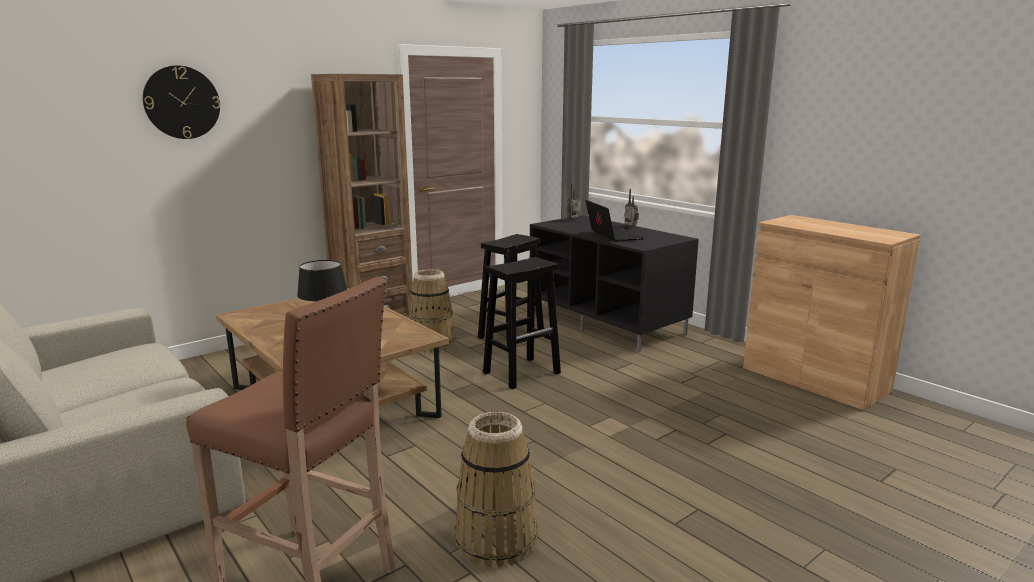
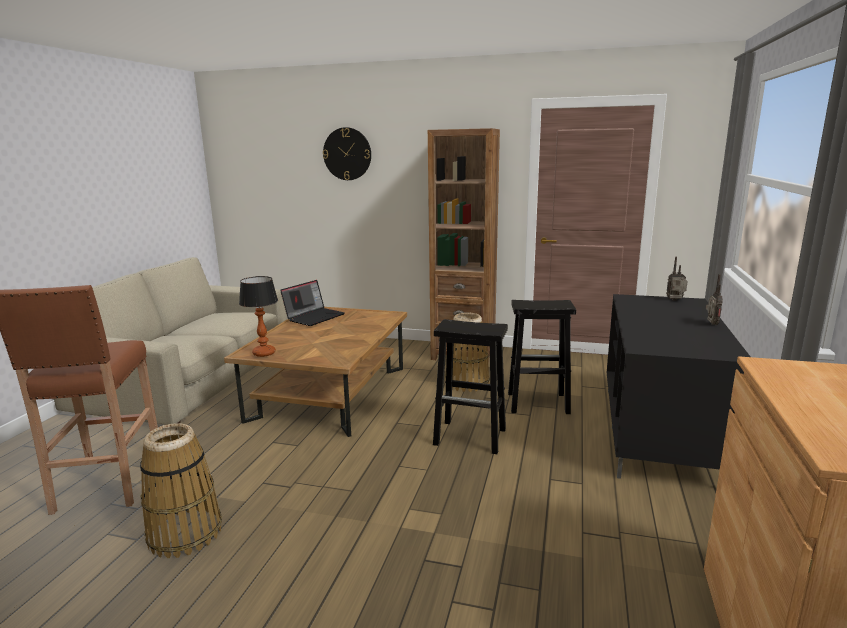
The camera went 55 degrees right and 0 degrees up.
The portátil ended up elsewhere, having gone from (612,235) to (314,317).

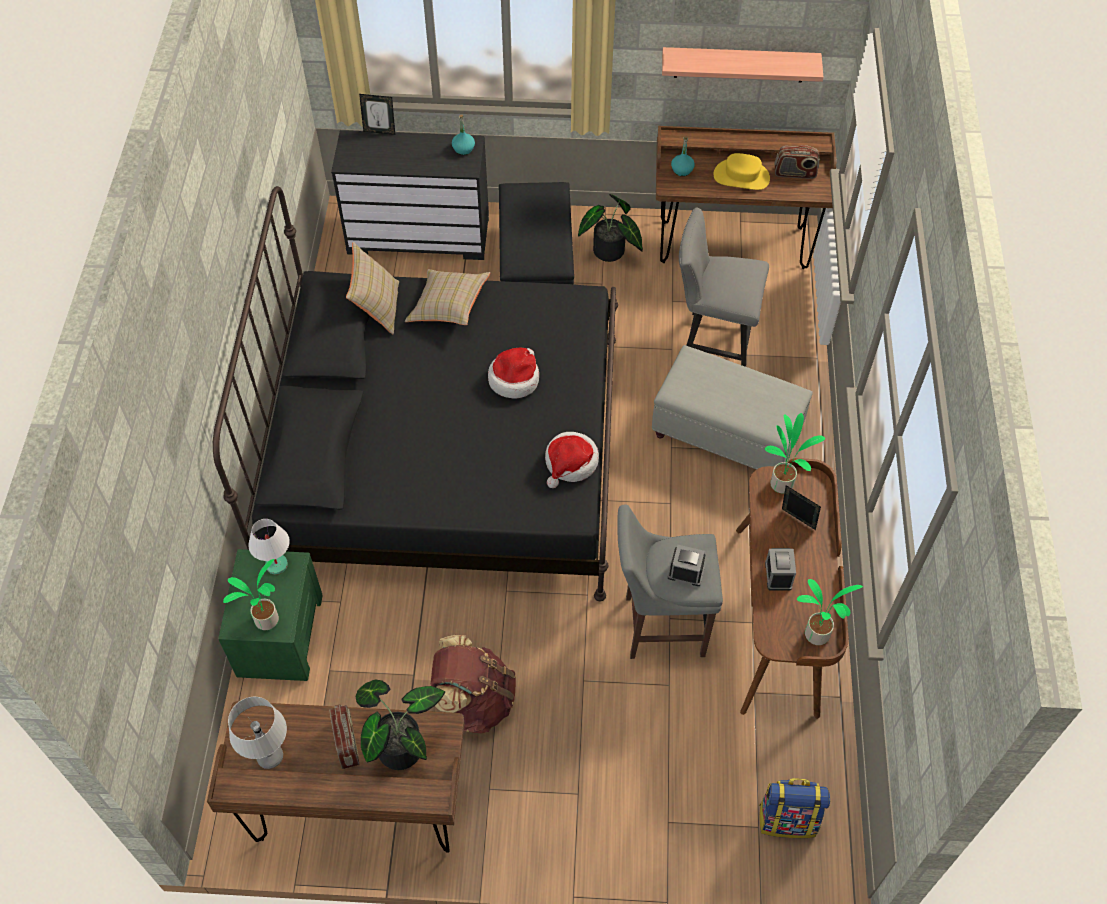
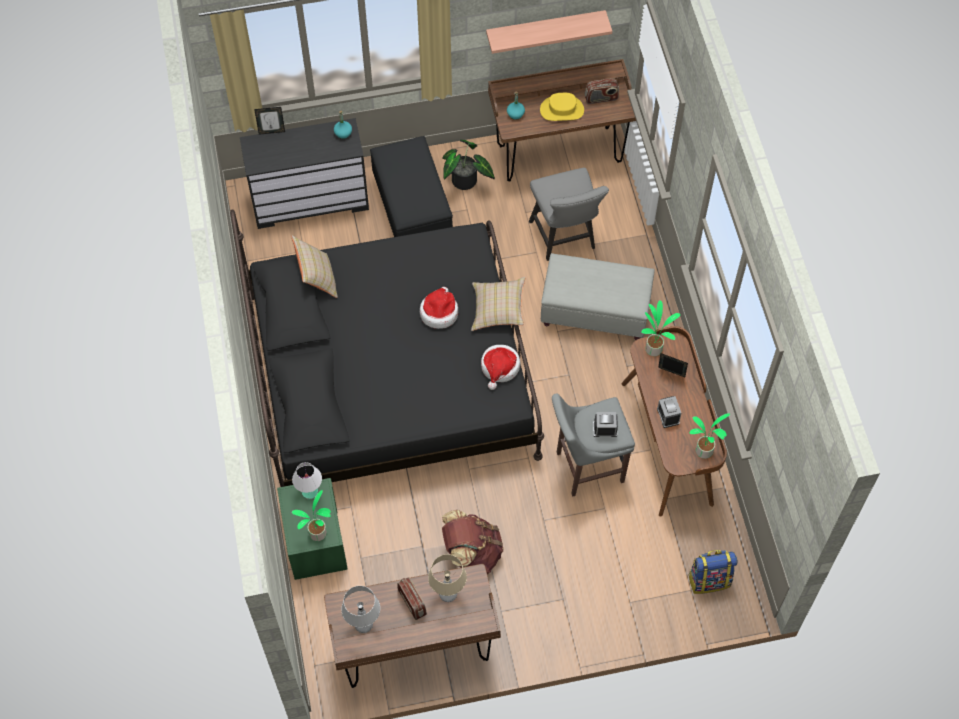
The camera went 15 degrees left and 5 degrees up.
Where the planta en maceta stood at (399,743), the lámpara de mesa [beis] came to stand at (448,594).
The cojín [beis] ended up elsewhere, having gone from (448,306) to (498,309).
The silla [gris] at (712,341) ended up facing another way, 105 degrees counterclockwise from before.

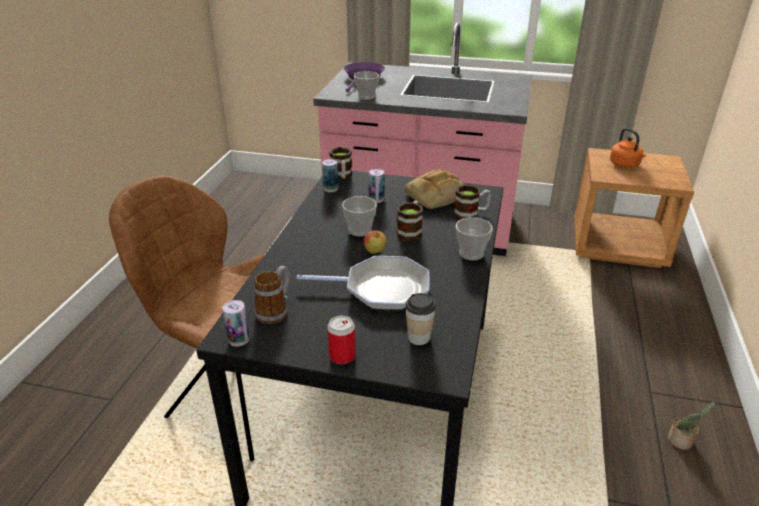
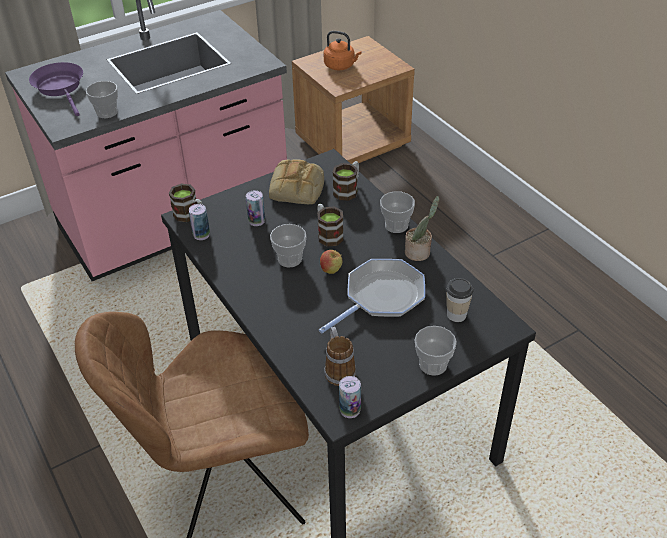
The camera went 45 degrees left and 10 degrees up.
Where the lata stood at (342,356), the taza came to stand at (433,364).
The planta en maceta ended up elsewhere, having gone from (682,441) to (419,252).

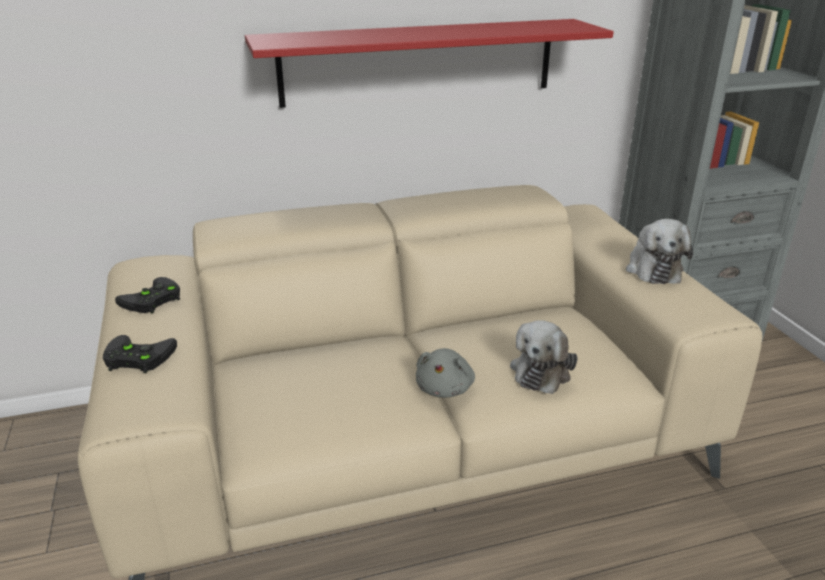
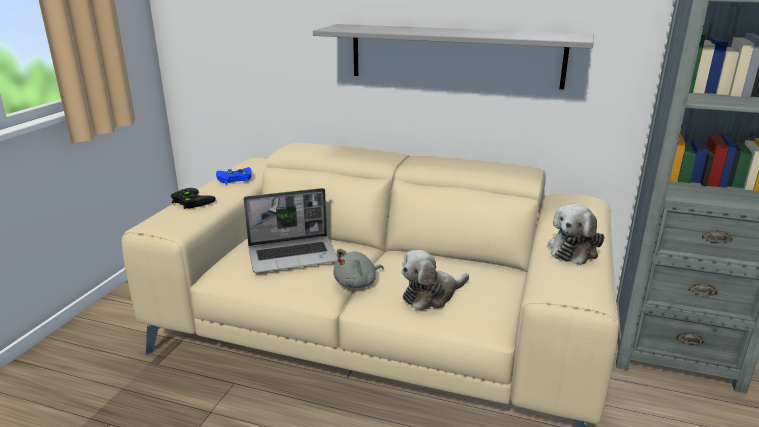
The camera went 35 degrees right and 5 degrees down.
What was the mando de consola [negro] at (151,301) turned into the mando de consola [azul] at (233,178).
What was the estante [rojo] at (419,62) turned into the estante [gris] at (455,55).
The second view gained the portátil at (293,255).

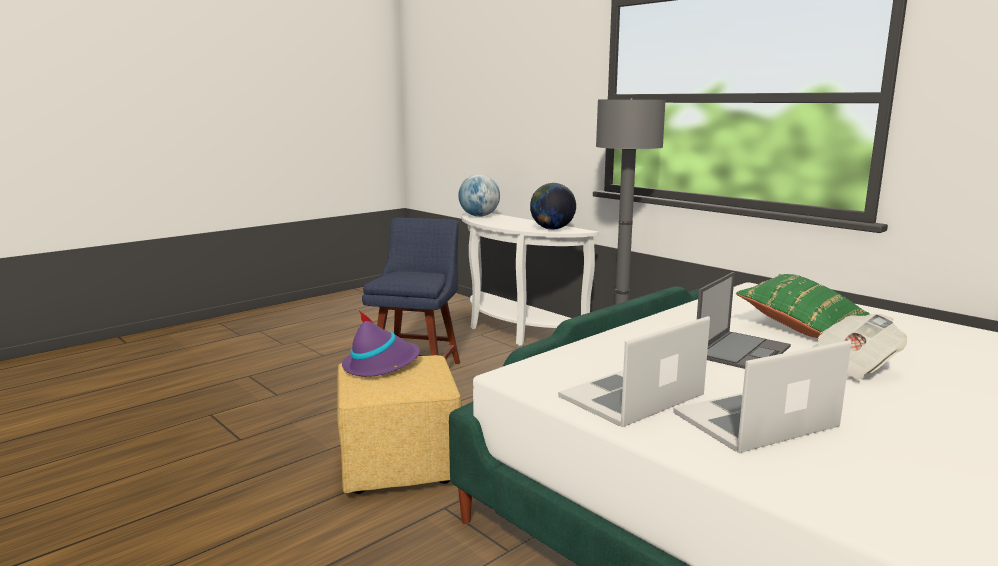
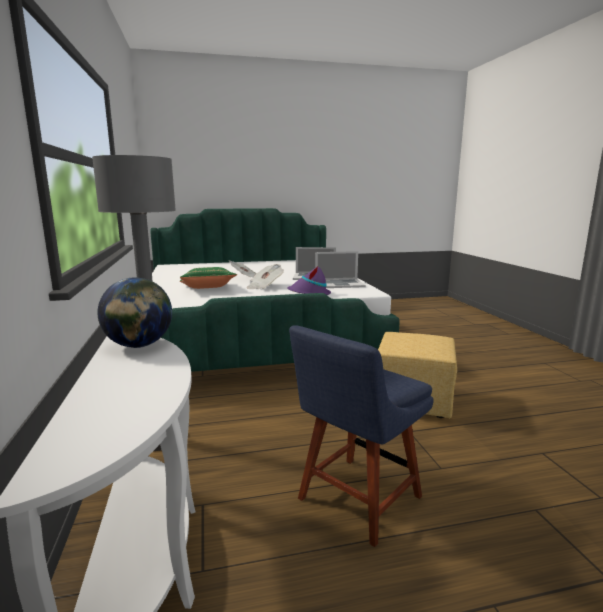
The camera went 150 degrees left and 0 degrees up.
The sombrero [morado] ended up elsewhere, having gone from (381,365) to (309,294).
The second view lost the globo terráqueo at (479,216).
Where the portátil stood at (742,351), the periódico came to stand at (264,287).

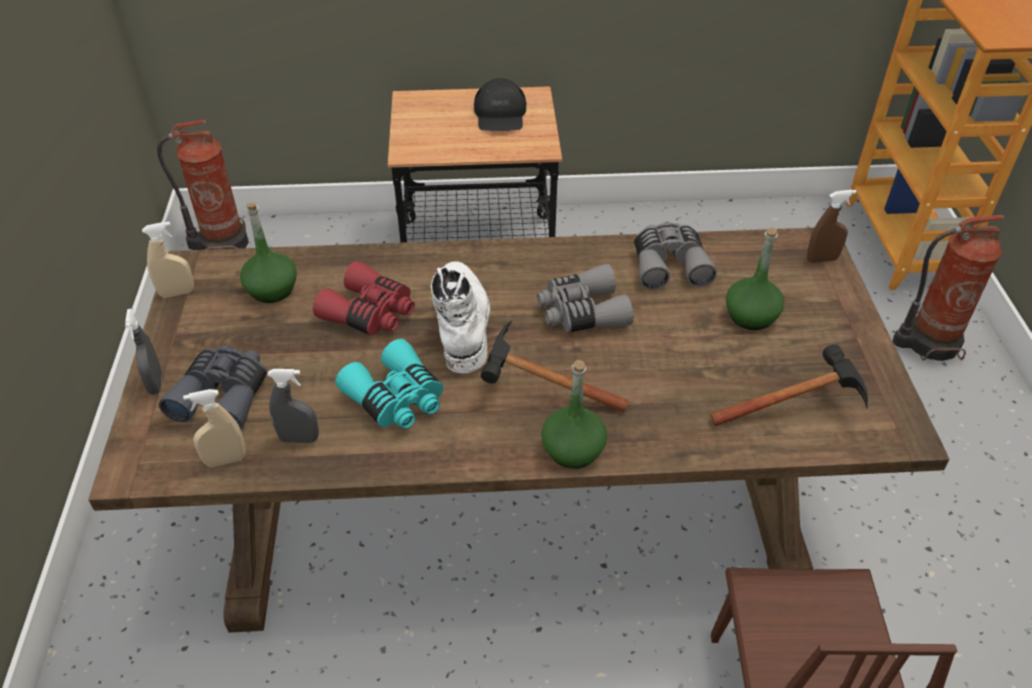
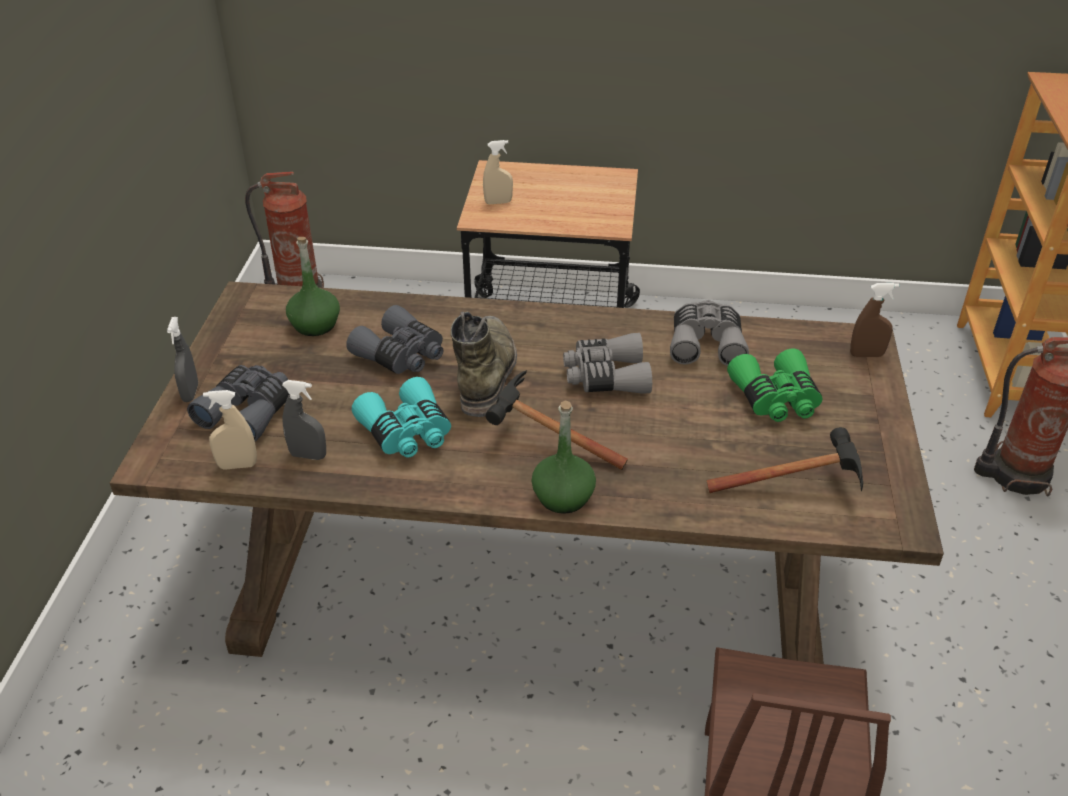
The camera went 10 degrees right and 5 degrees down.
The pulverizador [beis] ended up elsewhere, having gone from (177,293) to (498,202).
What was the prismáticos [rojo] at (370,313) turned into the prismáticos [gris] at (401,355).
What was the bota [blanco] at (461,322) turned into the bota [verde] at (486,373).
The second view lost the gorra [negro] at (500,115).
Where the botella [verde] stood at (751,316), the prismáticos [verde] came to stand at (776,399).

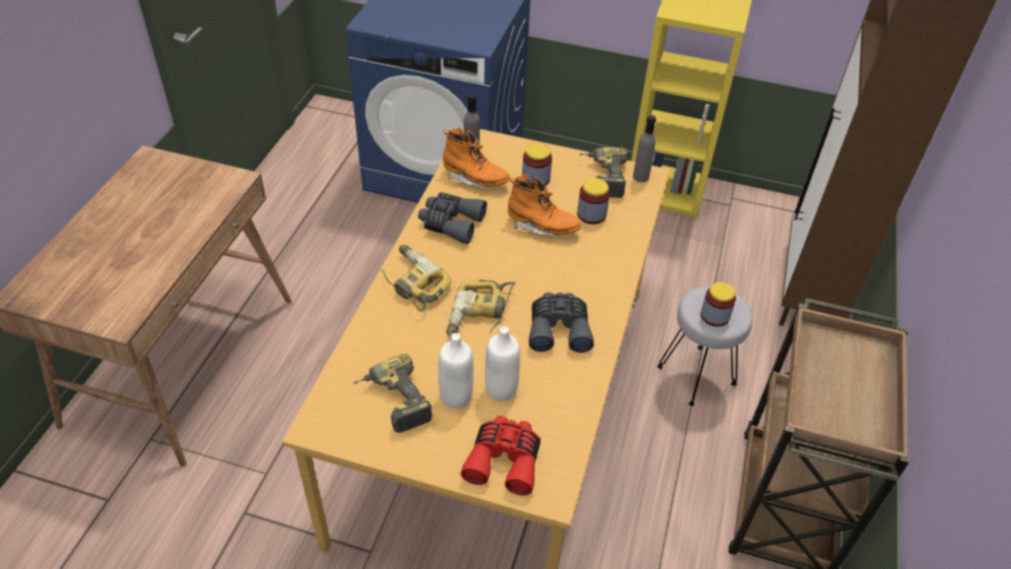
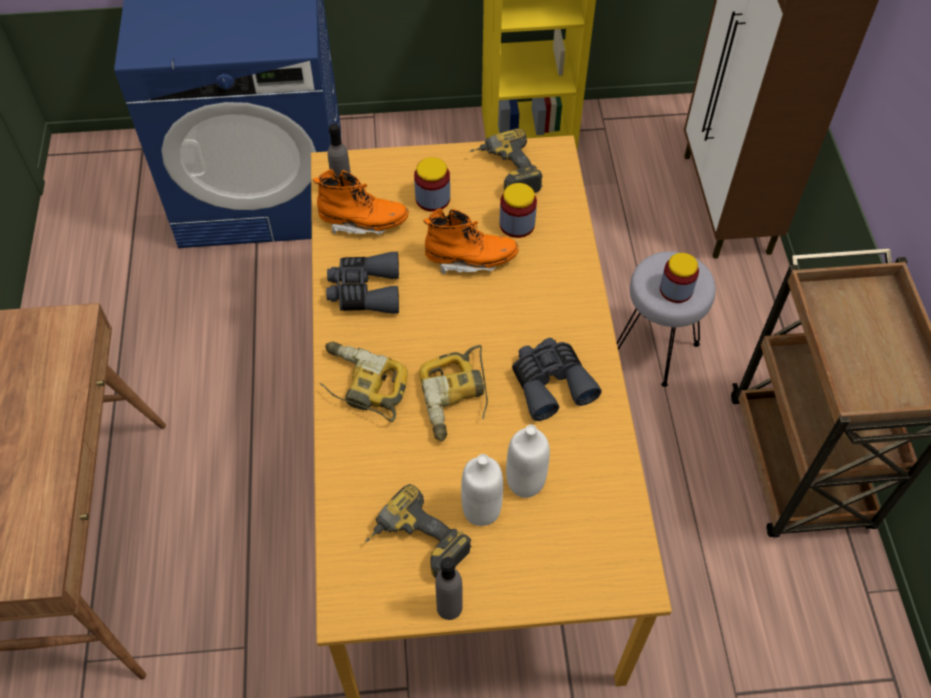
The camera went 20 degrees left and 10 degrees up.
The second view lost the prismáticos [rojo] at (504,460).
The botella [gris] ended up elsewhere, having gone from (640,177) to (449,607).

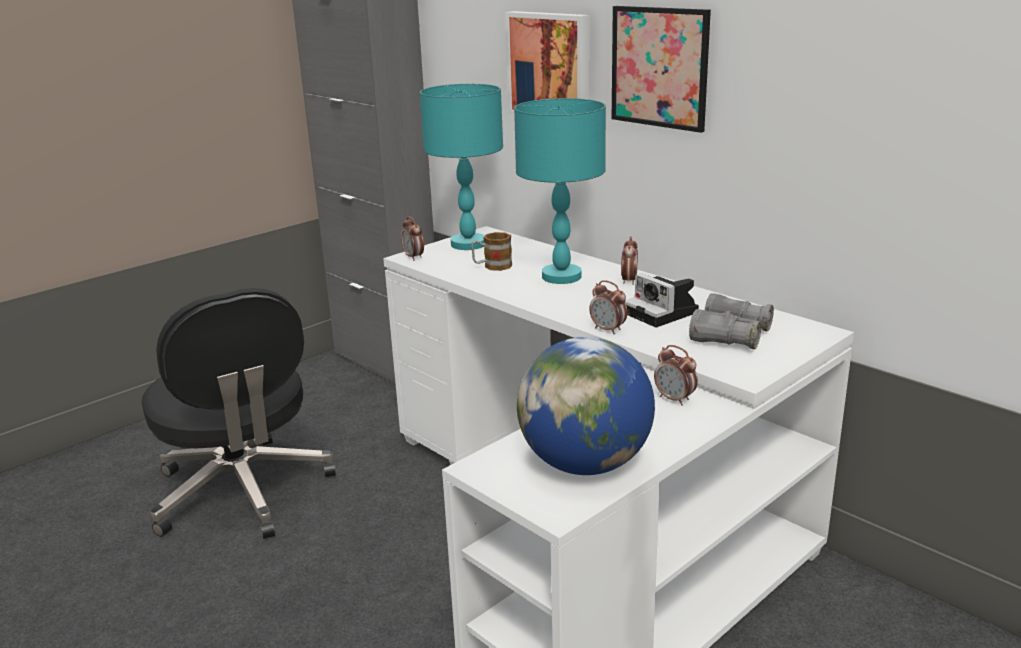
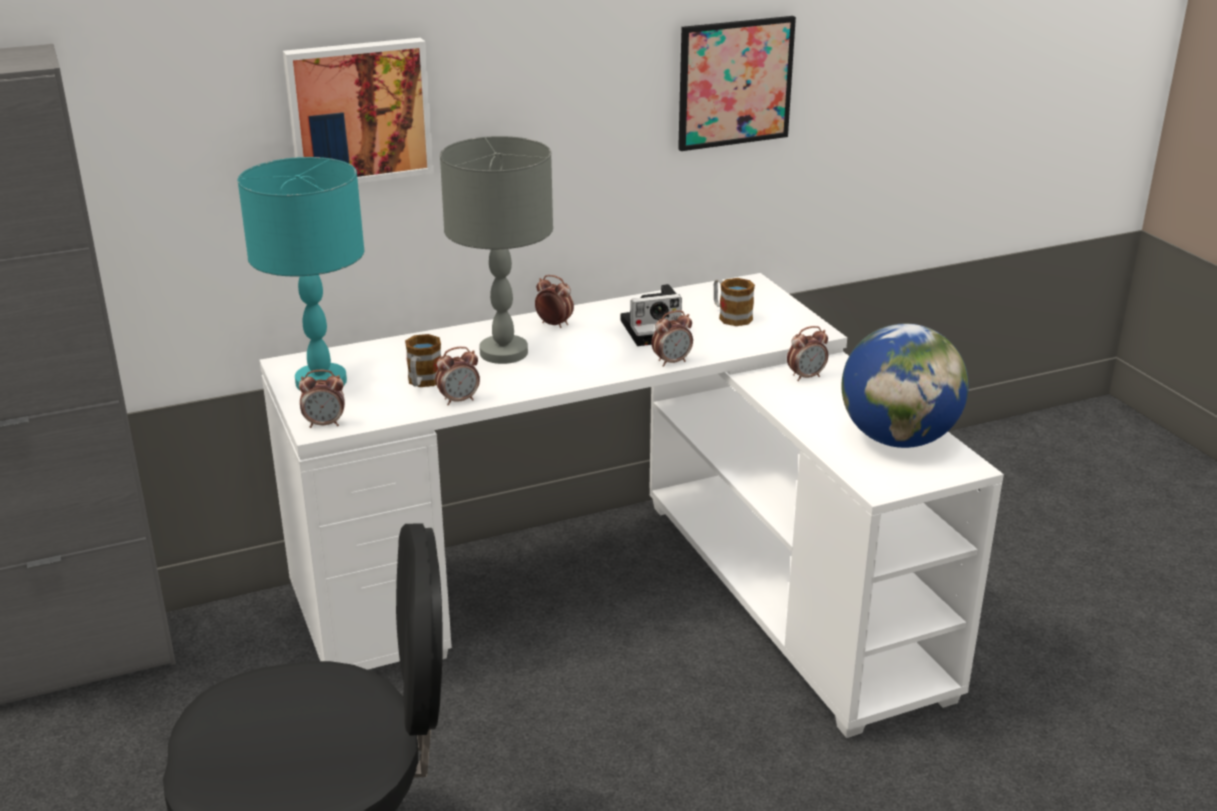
The camera went 70 degrees left and 5 degrees up.
What was the lámpara de mesa [turquesa] at (562,276) turned into the lámpara de mesa [gris] at (503,352).
The cuadro ended up elsewhere, having gone from (659,67) to (735,83).
Where the prismáticos [gris] stood at (730,335), the taza grande came to stand at (730,316).
The second view gained the despertador at (459,400).

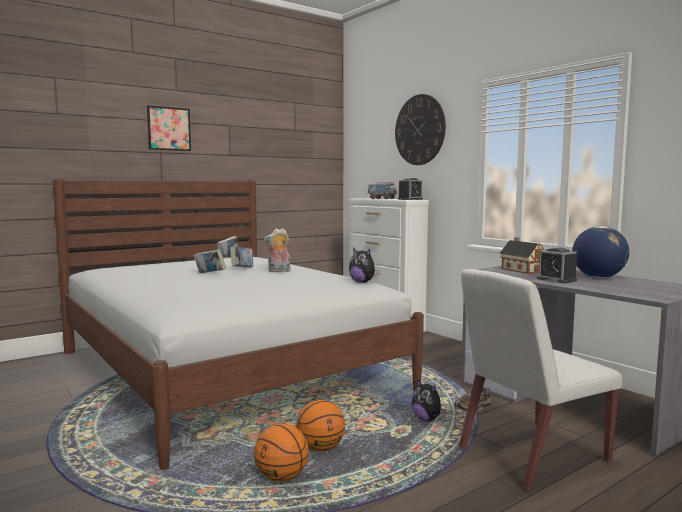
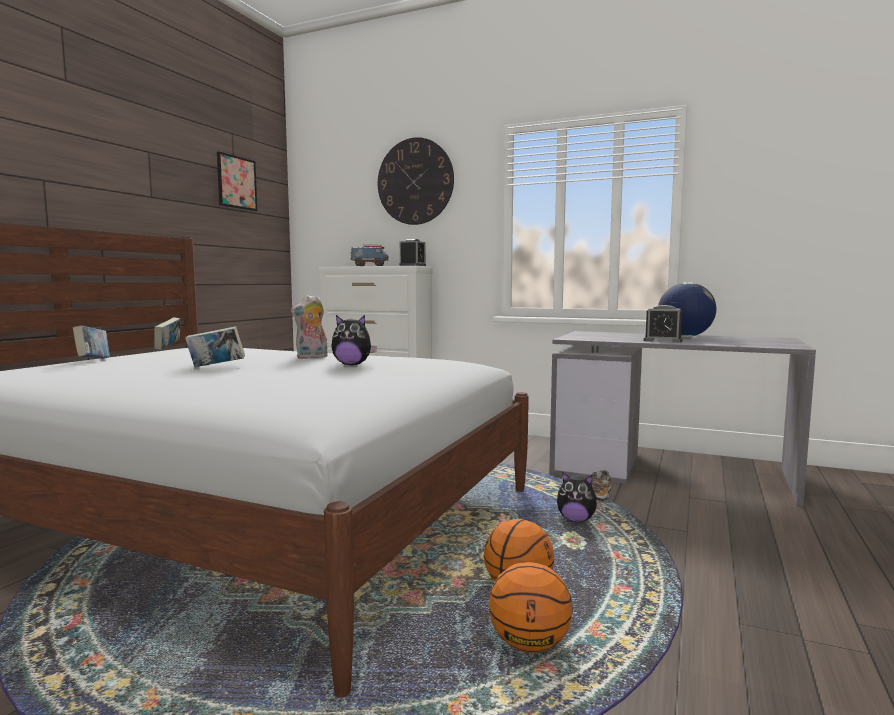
The camera went 30 degrees left and 0 degrees up.
The cuadro ended up elsewhere, having gone from (169,128) to (236,182).
The libro ended up elsewhere, having gone from (242,269) to (93,361).
The peluche ended up elsewhere, having gone from (362,282) to (352,365).
The second view lost the silla [blanco] at (531,455).
The second view lost the casita at (522,270).

